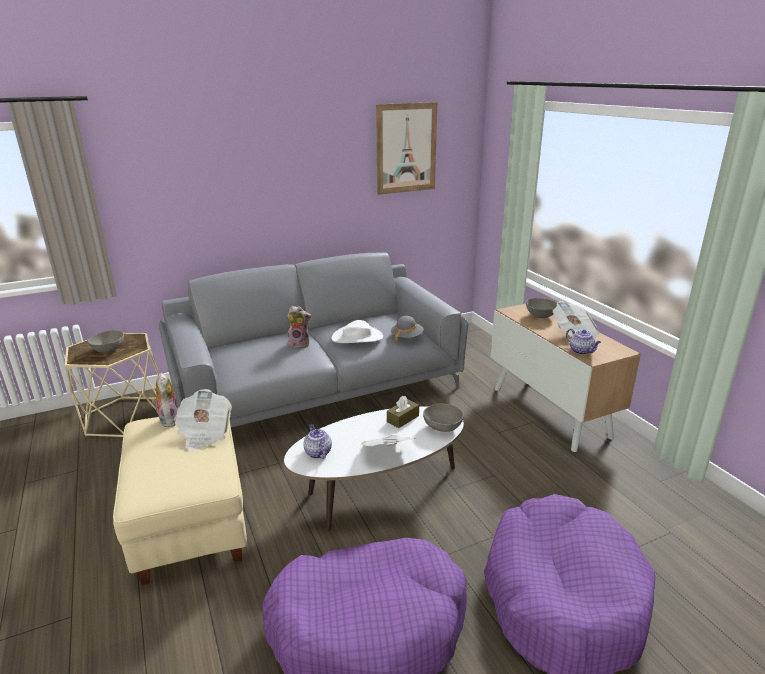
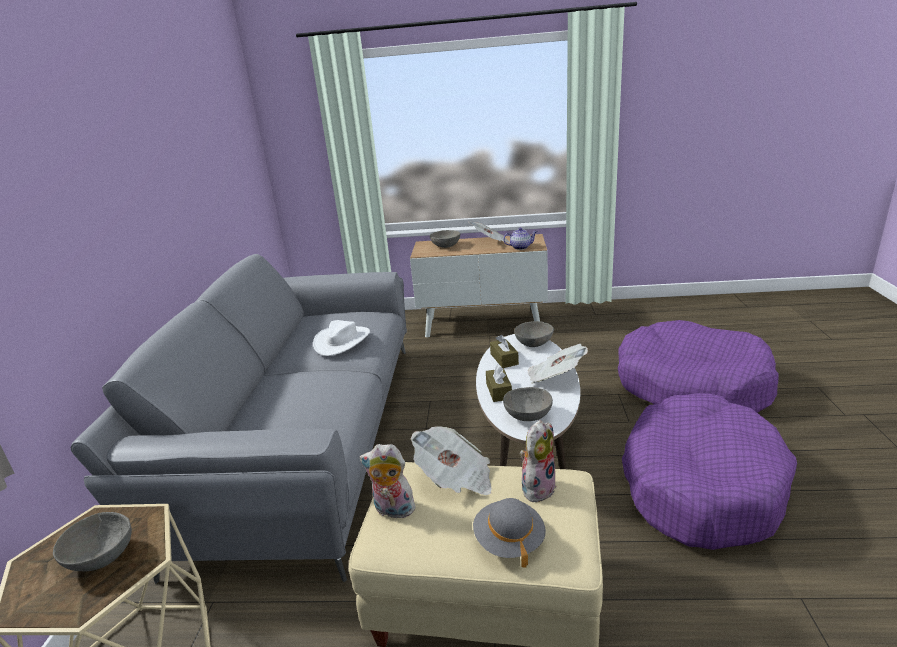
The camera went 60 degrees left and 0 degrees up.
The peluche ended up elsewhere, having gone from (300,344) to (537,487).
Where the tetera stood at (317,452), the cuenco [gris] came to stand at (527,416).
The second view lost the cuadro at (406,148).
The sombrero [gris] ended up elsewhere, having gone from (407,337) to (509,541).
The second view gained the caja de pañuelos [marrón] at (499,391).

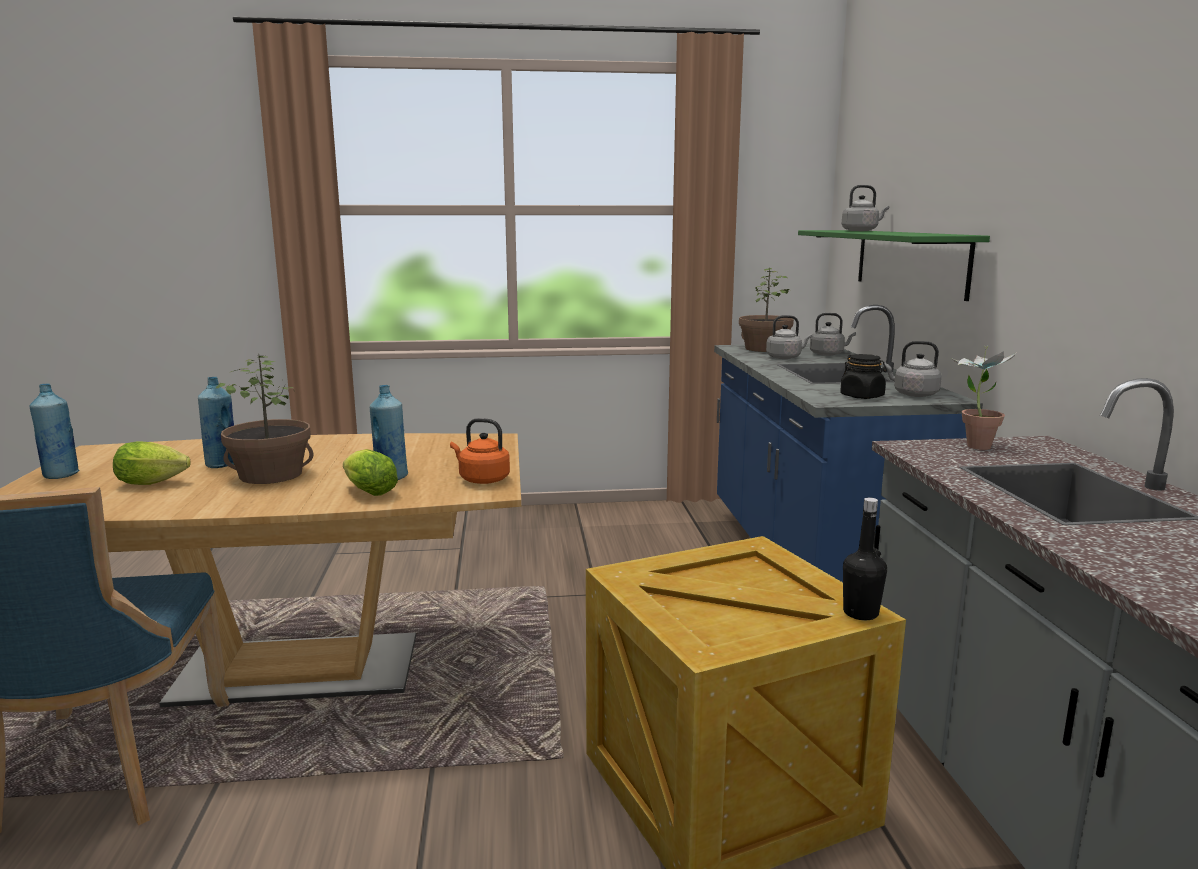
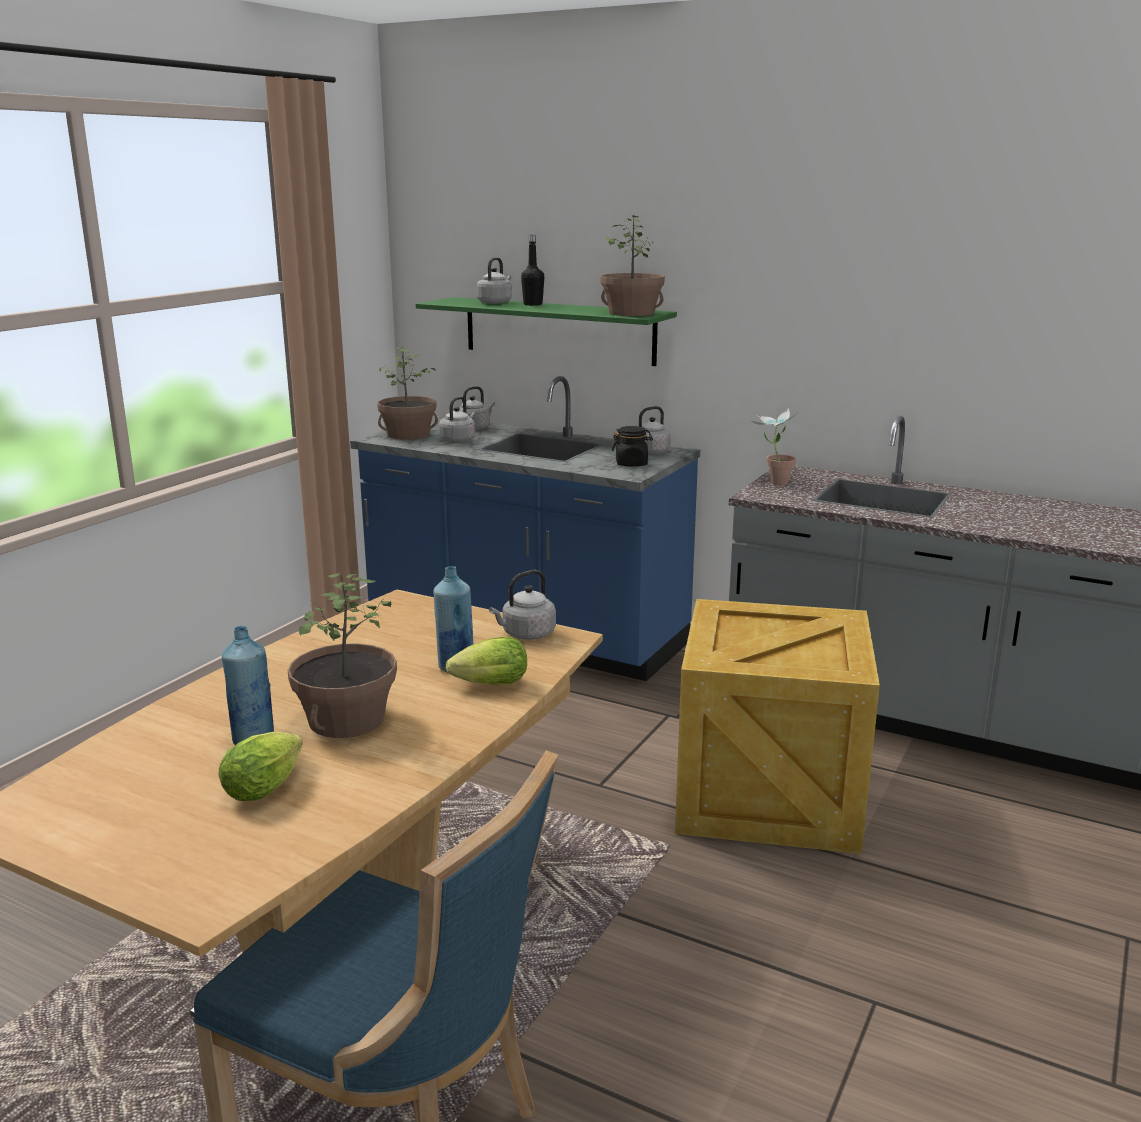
The camera went 55 degrees left and 5 degrees up.
The second view lost the botella [azul] at (61,475).
What was the hervidor [naranja] at (482,479) turned into the hervidor [gris] at (526,634).
The botella [negro] ended up elsewhere, having gone from (860,613) to (533,304).
The second view gained the planta en maceta at (632,313).

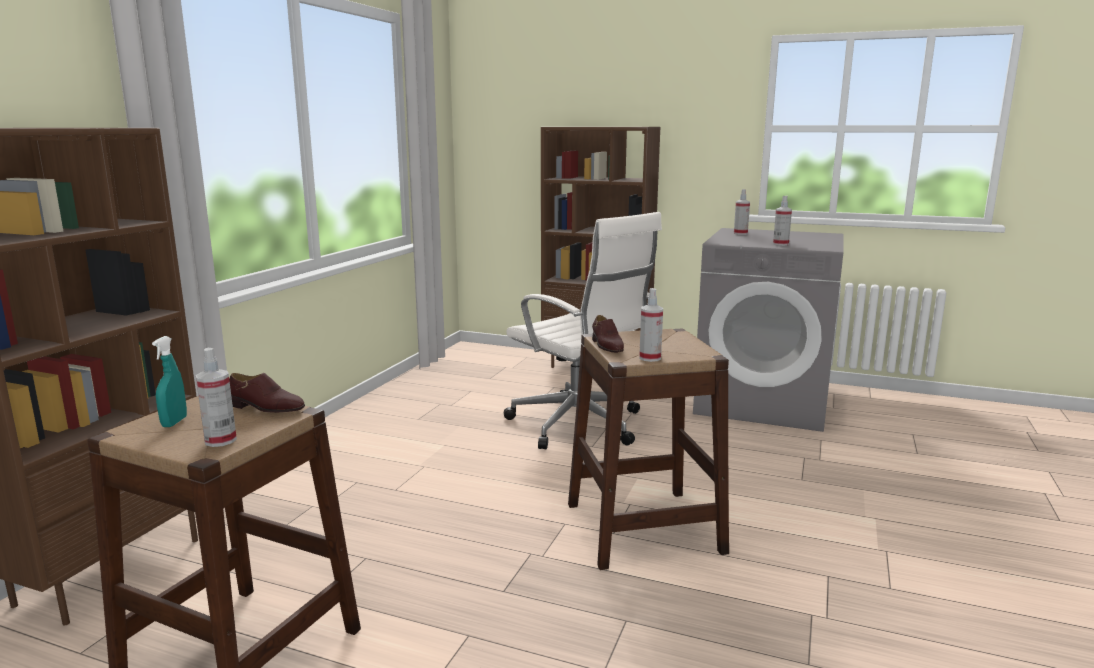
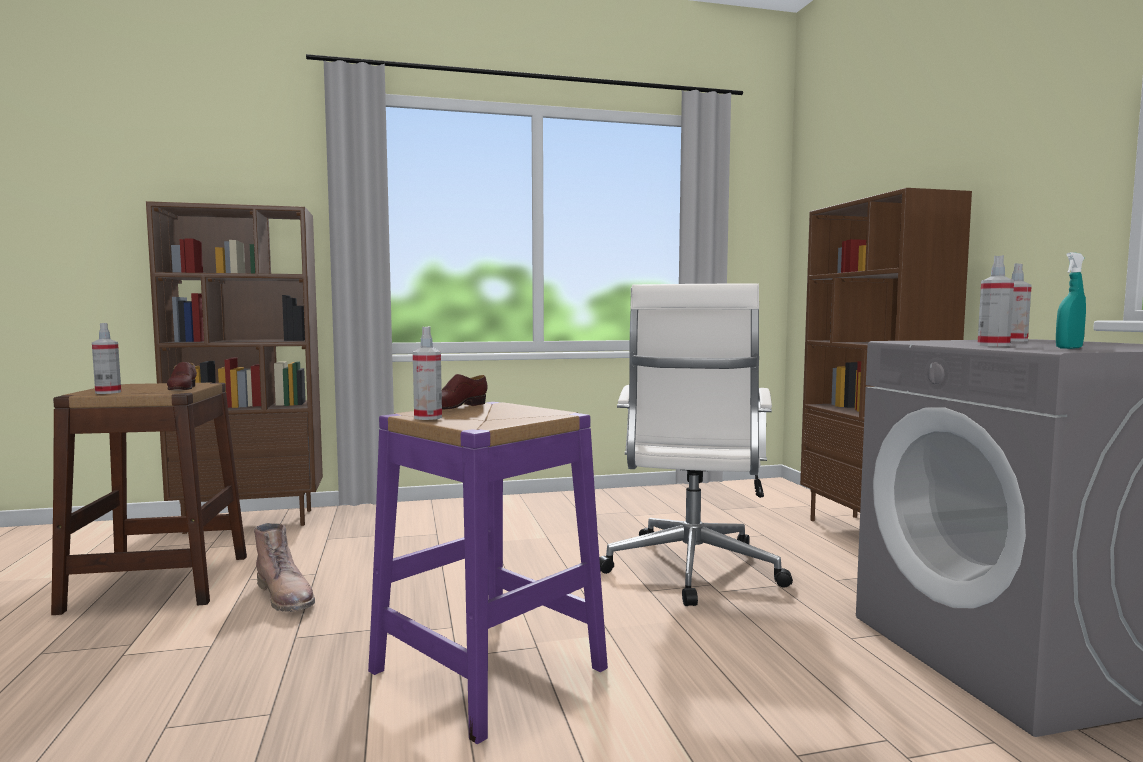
The camera went 55 degrees right and 10 degrees down.
The pulverizador [turquesa] ended up elsewhere, having gone from (174,422) to (1069,348).
What was the taburete [marrón] at (643,527) turned into the taburete [morado] at (488,669).
The second view gained the bota [marrón] at (287,596).

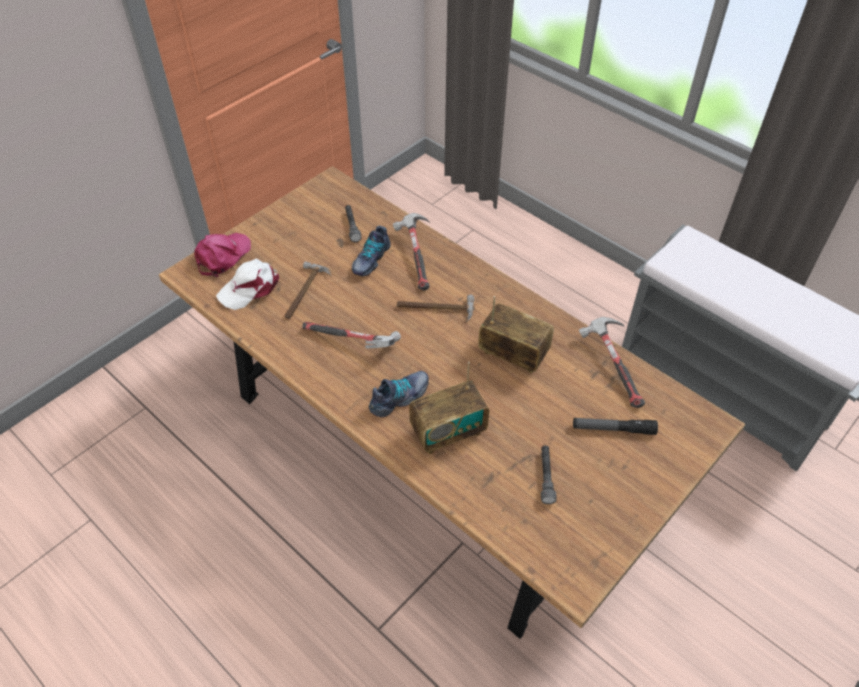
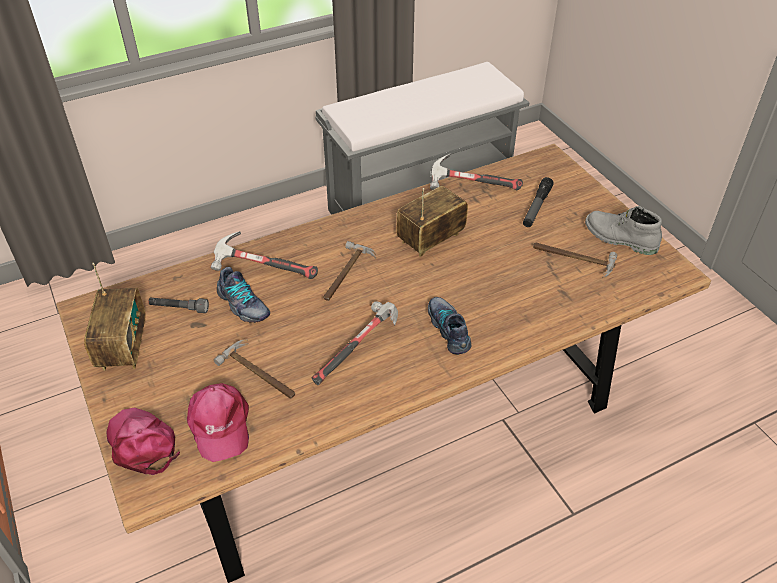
The camera went 70 degrees left and 5 degrees down.
What was the gorra [blanco] at (250,288) turned into the gorra [rosa] at (219,424).
The radio ended up elsewhere, having gone from (448,431) to (123,346).
Where the linterna [gris] stood at (546,477), the martillo came to stand at (572,259).
The second view gained the bota [gris] at (619,238).

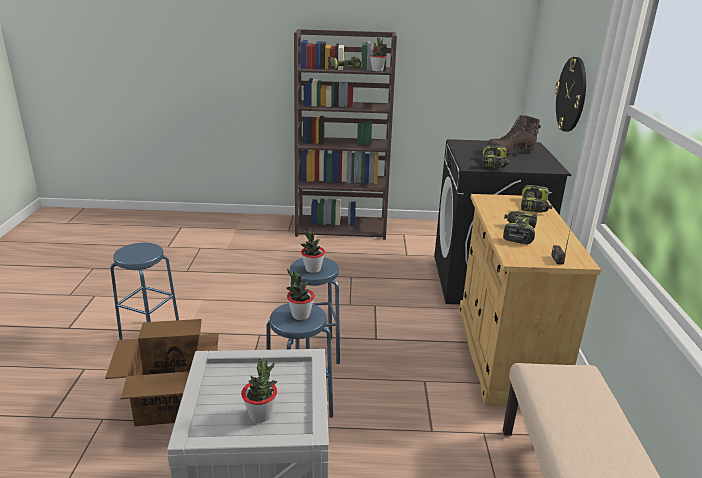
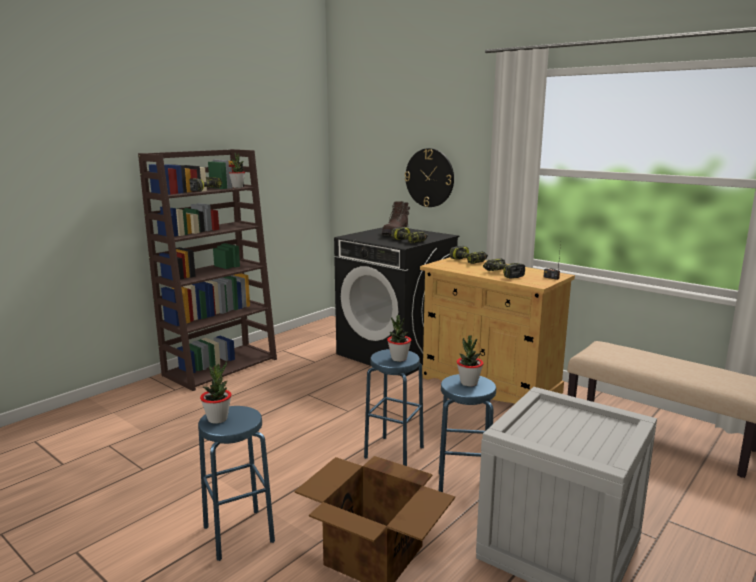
The camera went 50 degrees left and 10 degrees down.
The planta en maceta ended up elsewhere, having gone from (260,415) to (217,419).

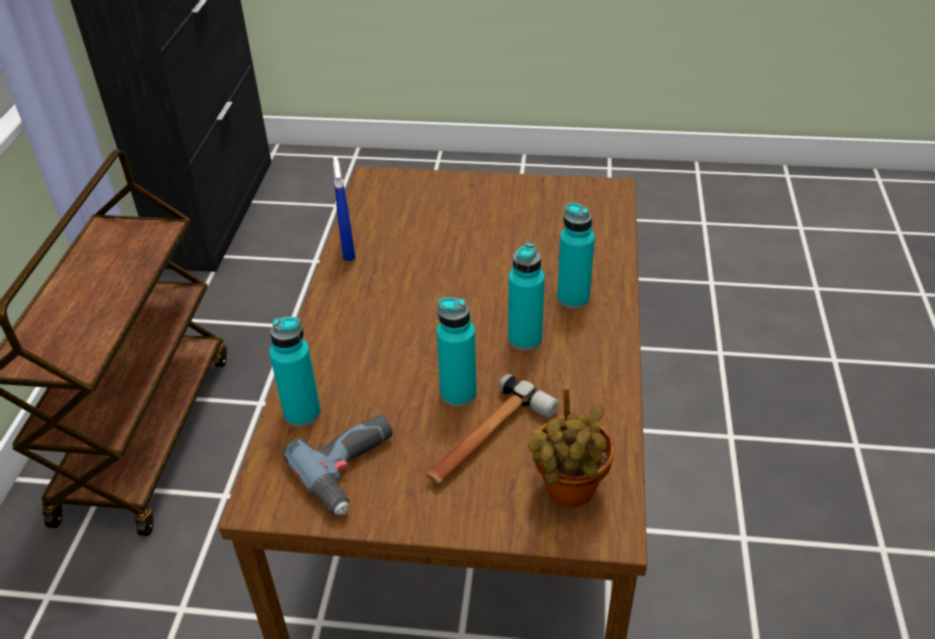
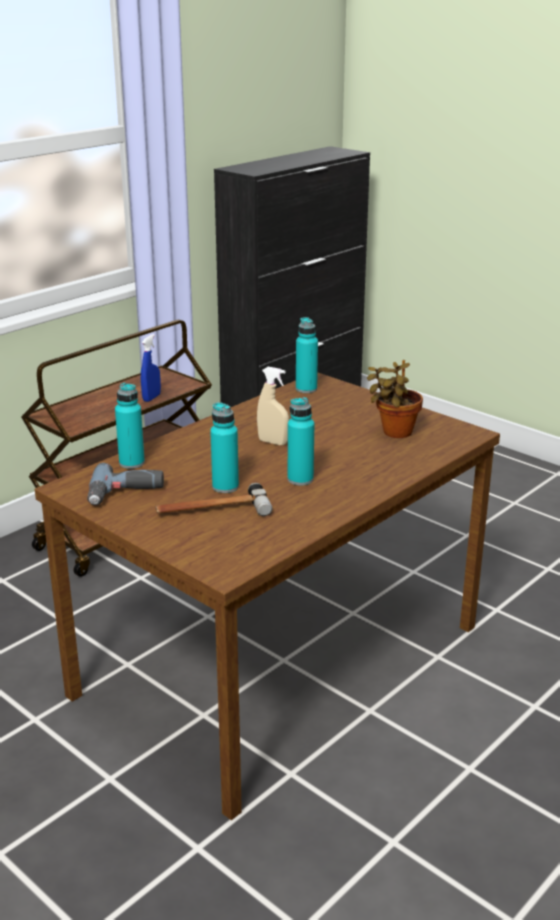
The camera went 35 degrees right and 15 degrees down.
The pulverizador [azul] ended up elsewhere, having gone from (348,250) to (151,398).
The planta en maceta ended up elsewhere, having gone from (568,492) to (394,433).
The botella [turquesa] ended up elsewhere, having gone from (573,298) to (306,389).
The second view gained the pulverizador [beis] at (273,442).

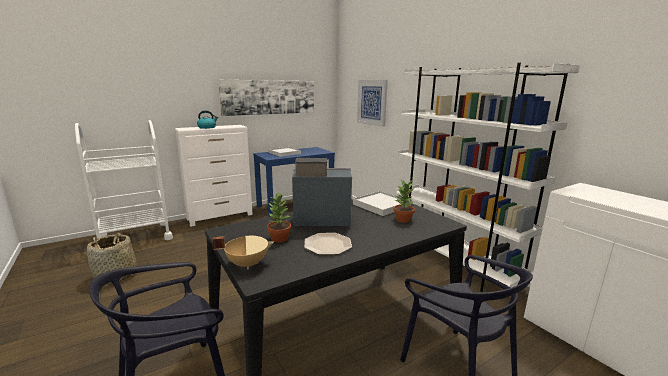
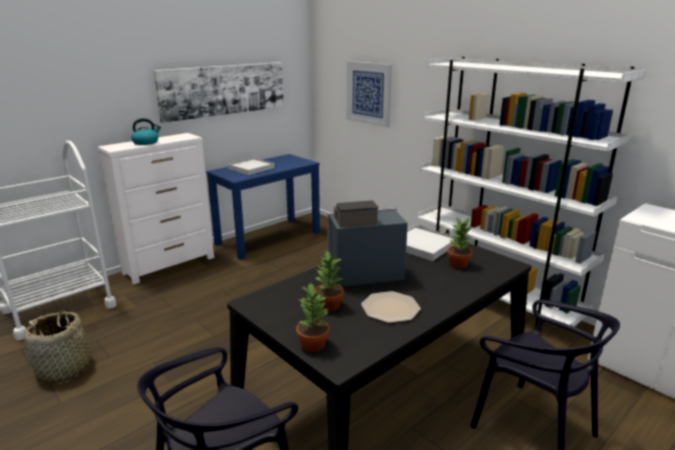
The camera went 10 degrees left and 5 degrees up.
Where the olla [beis] stood at (247,264), the planta en maceta came to stand at (312,344).

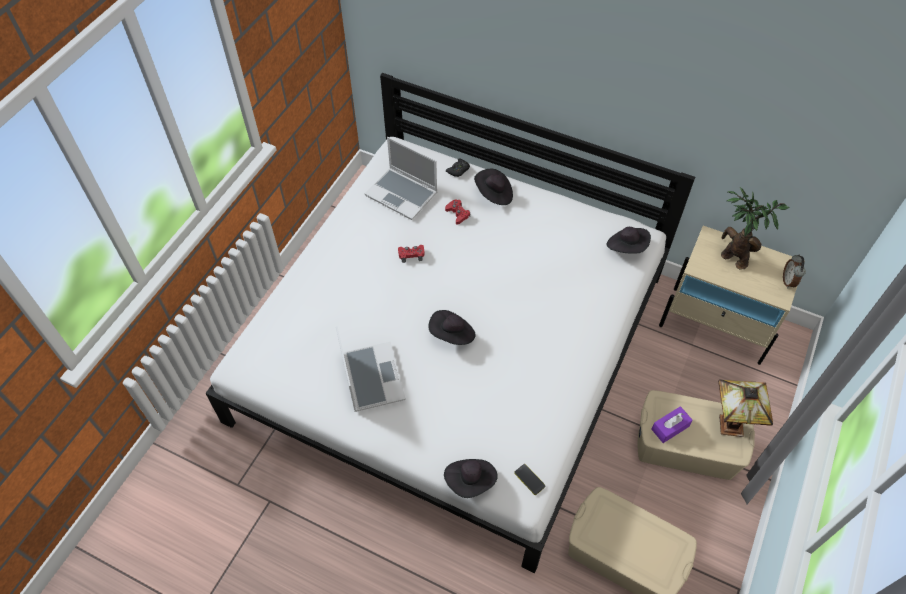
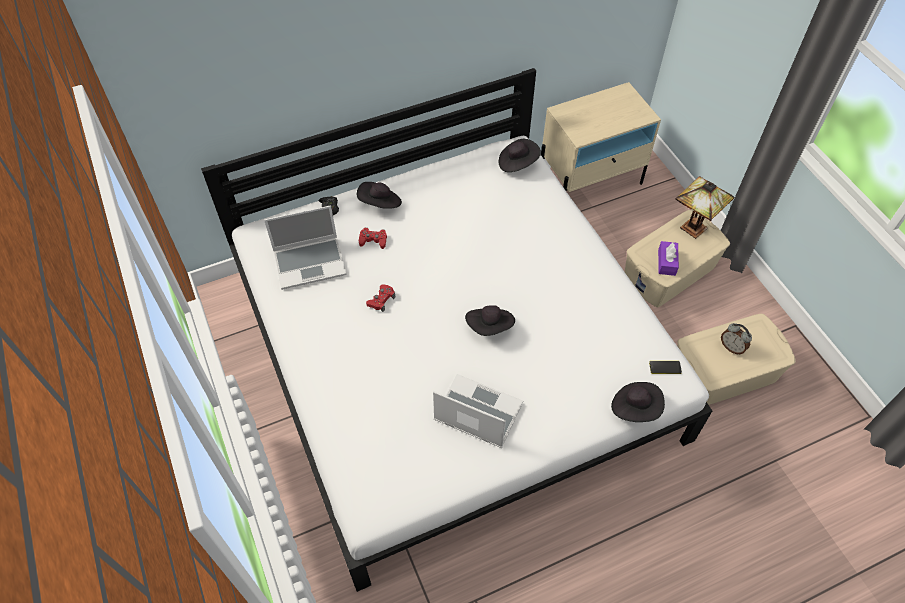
The camera went 50 degrees left and 0 degrees up.
The second view lost the planta en maceta at (732,256).
The despertador ended up elsewhere, having gone from (788,281) to (731,347).

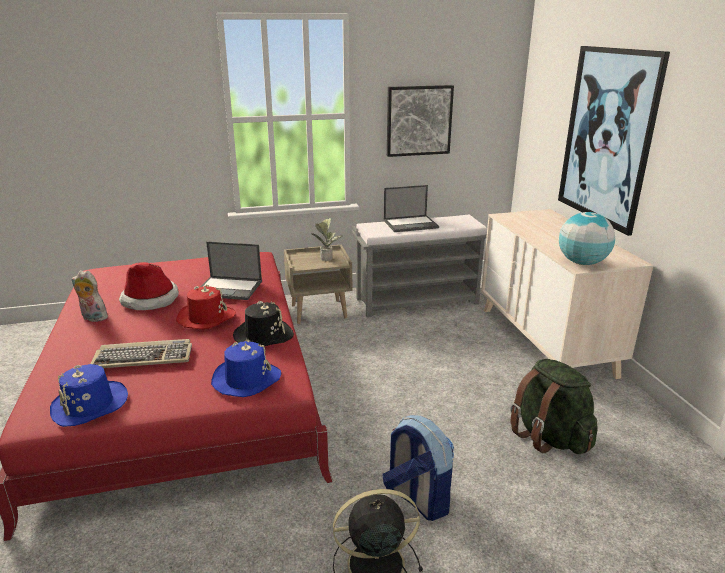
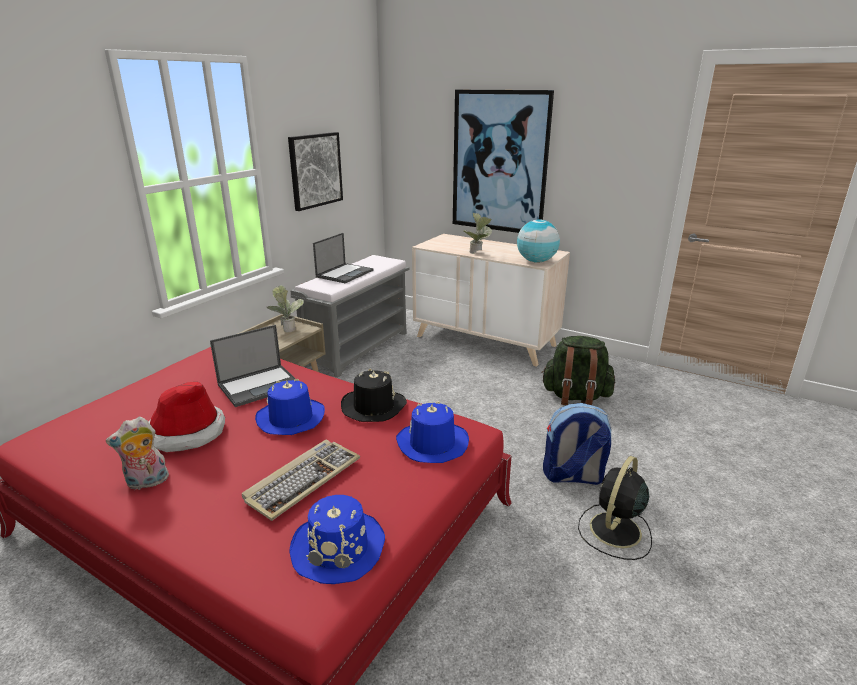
The camera went 45 degrees left and 0 degrees up.
What was the sombrero [rojo] at (206,318) turned into the sombrero [azul] at (290,418).
The second view gained the planta en maceta at (478,253).

